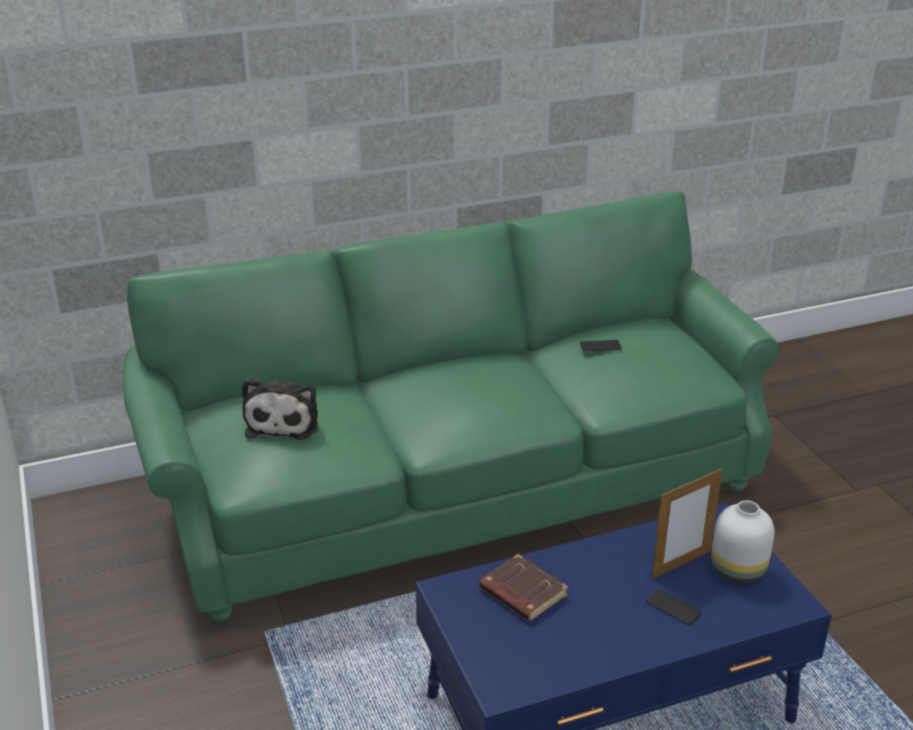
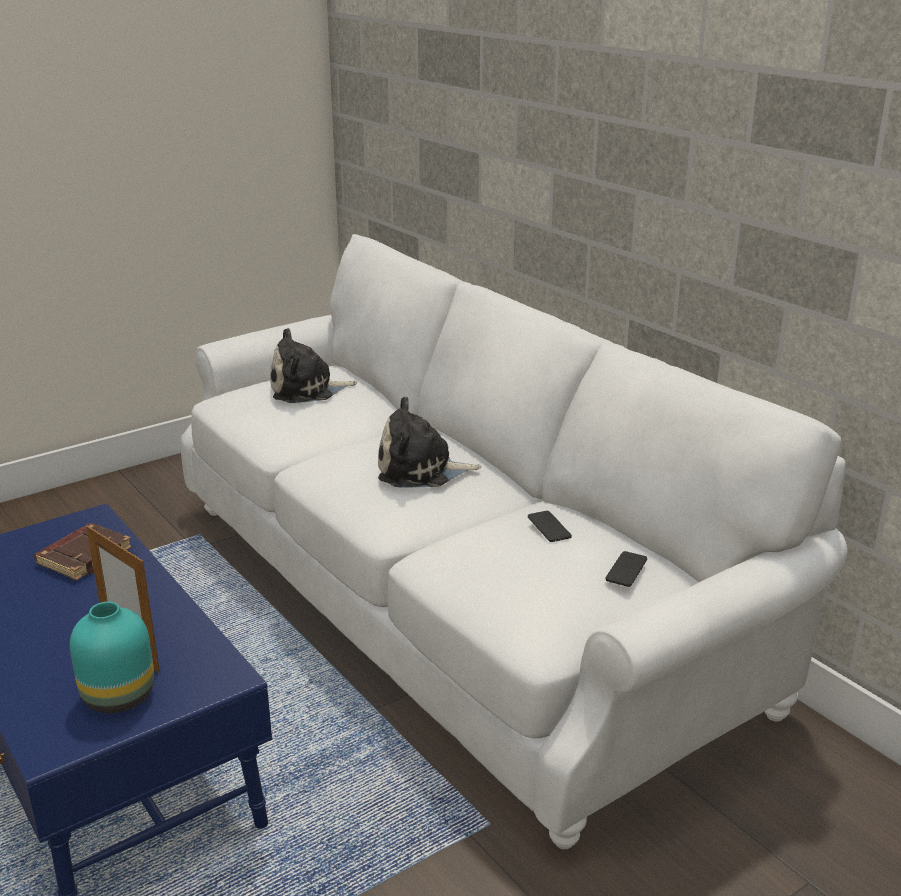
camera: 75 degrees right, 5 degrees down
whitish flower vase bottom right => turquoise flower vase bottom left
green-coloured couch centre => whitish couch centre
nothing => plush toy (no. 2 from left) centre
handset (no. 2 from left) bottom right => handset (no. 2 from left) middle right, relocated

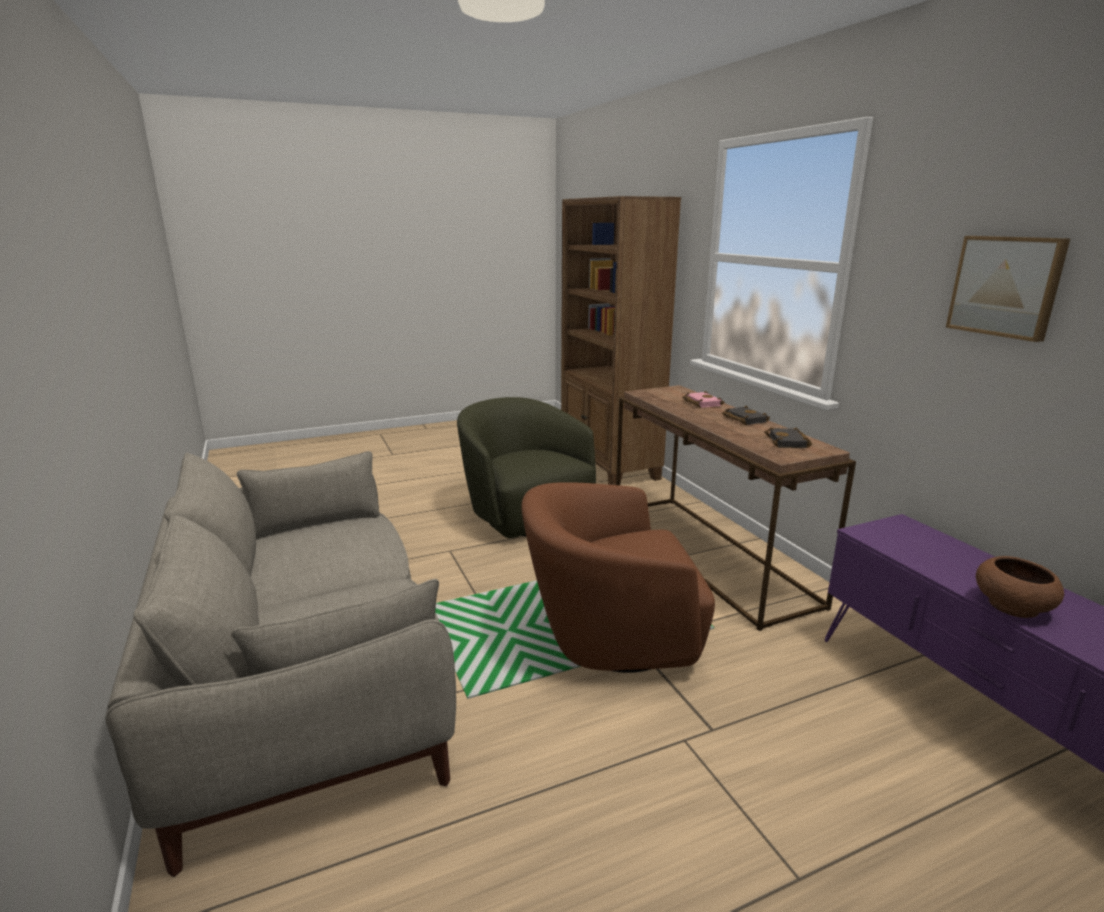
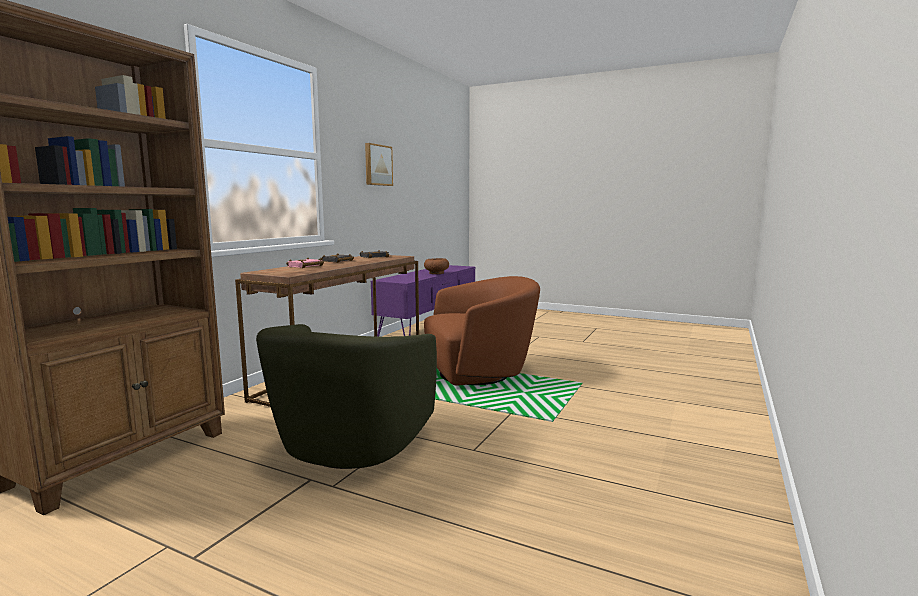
camera: 130 degrees left, 10 degrees down
brownish lounge chair centre, 60 degrees counterclockwise
beige-coloured couch bottom left => nothing

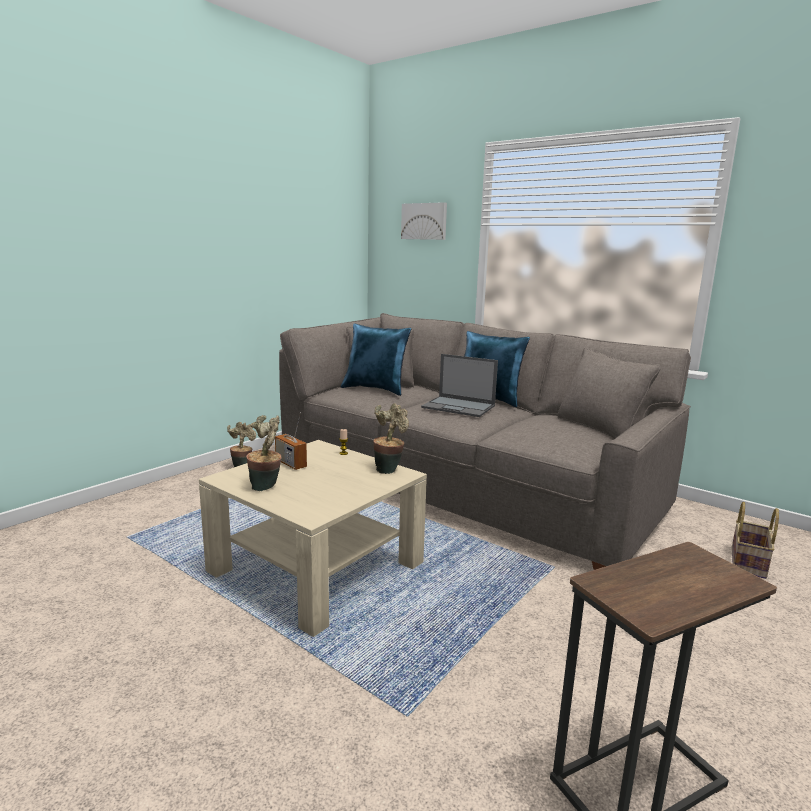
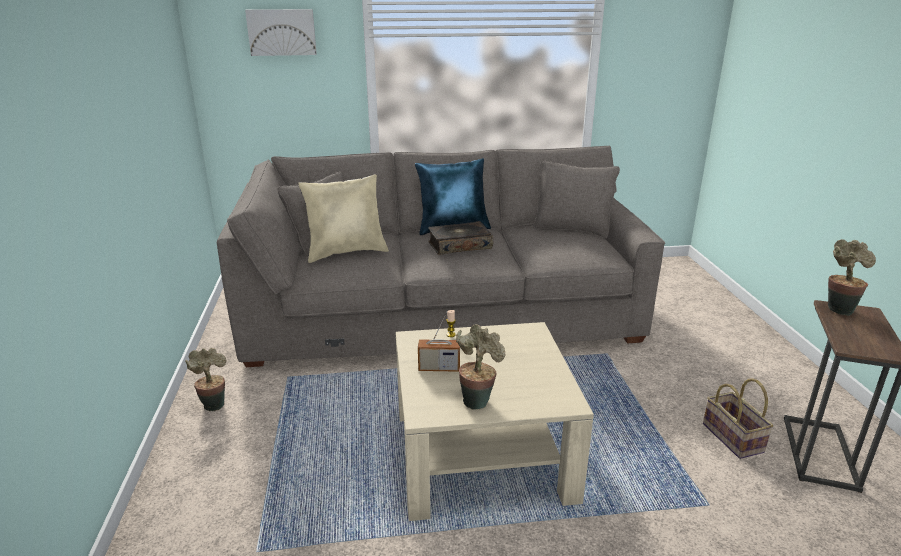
camera: 45 degrees left, 10 degrees up
bluish cushion (no. 1 from left) centre => beige-coloured cushion centre
portable computer centre => book centre
storage basket middle right => storage basket bottom right, relocated
houseplant (no. 3 from left) centre => houseplant (no. 3 from left) middle right, relocated

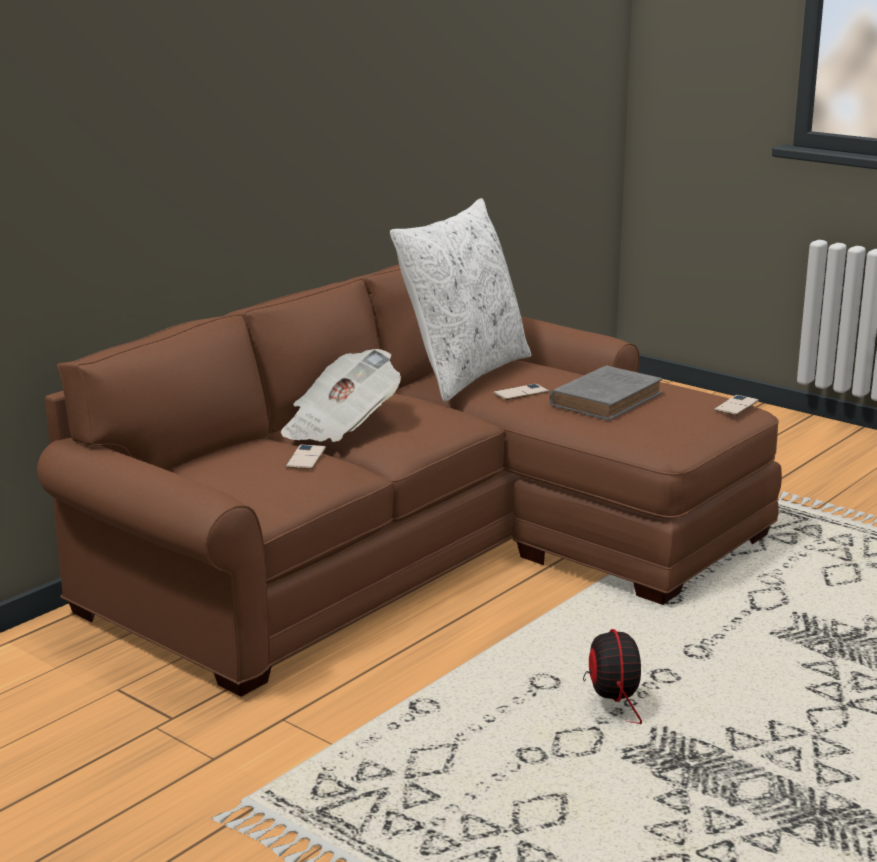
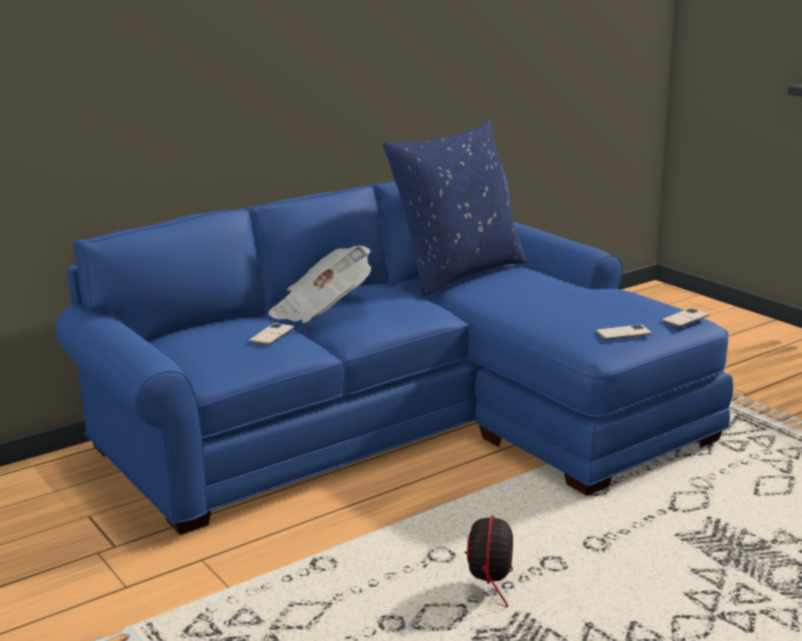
camera: 15 degrees right, 0 degrees up
brownish couch centre => bluish couch centre
whitish cushion centre => bluish cushion top centre
handset (no. 2 from left) centre => handset (no. 2 from left) middle right, relocated
gray book middle right => nothing

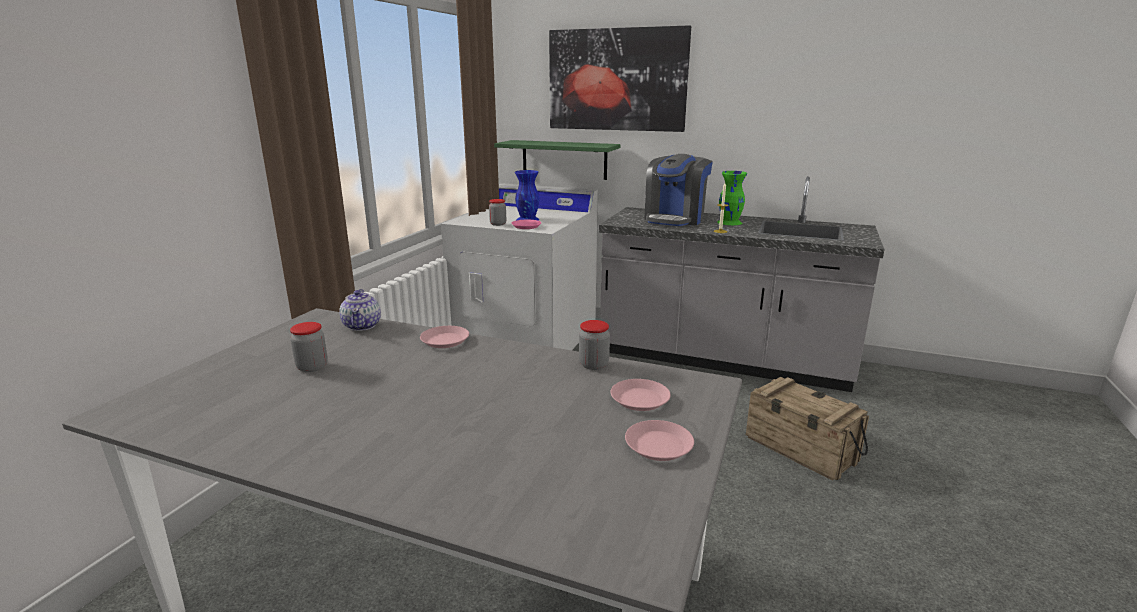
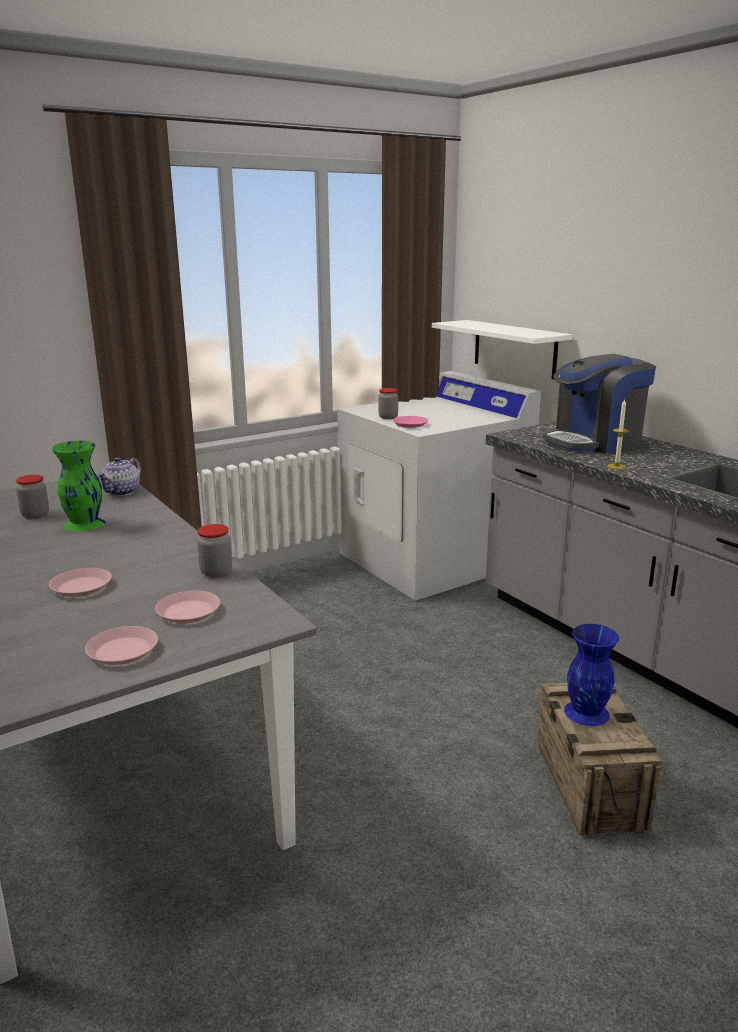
camera: 35 degrees right, 0 degrees up
pink dinner plate (no. 1 from left) centre => pink dinner plate (no. 1 from left) middle left, relocated
green-coloured flower vase top centre => green-coloured flower vase middle left, relocated
green-coloured wall shelf top centre => whitish wall shelf middle right
bluish flower vase top centre => bluish flower vase middle right, relocated
picture top centre => nothing

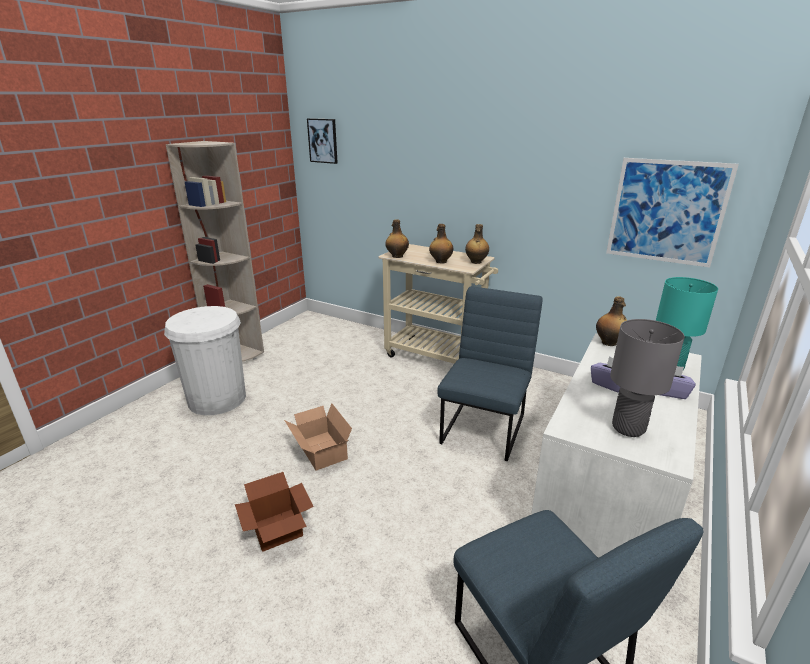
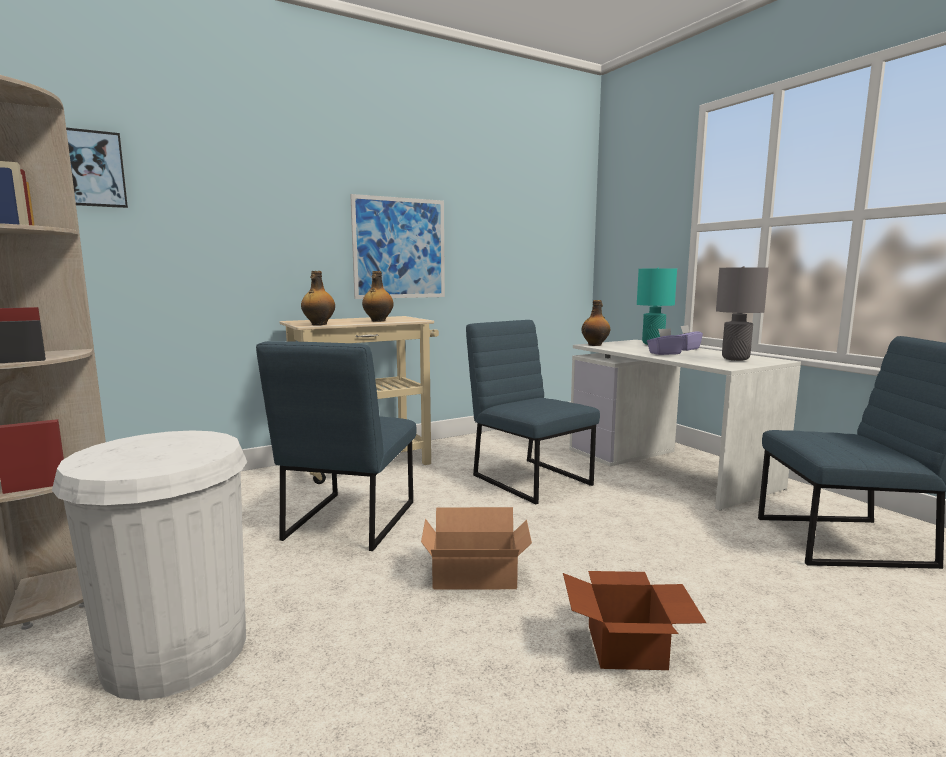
camera: 60 degrees left, 15 degrees down
nothing => bluish plain chair (no. 1 from left) centre
picture (no. 2 from left) top right => picture (no. 2 from left) top centre, relocated
beverage bottle (no. 3 from left) centre => nothing

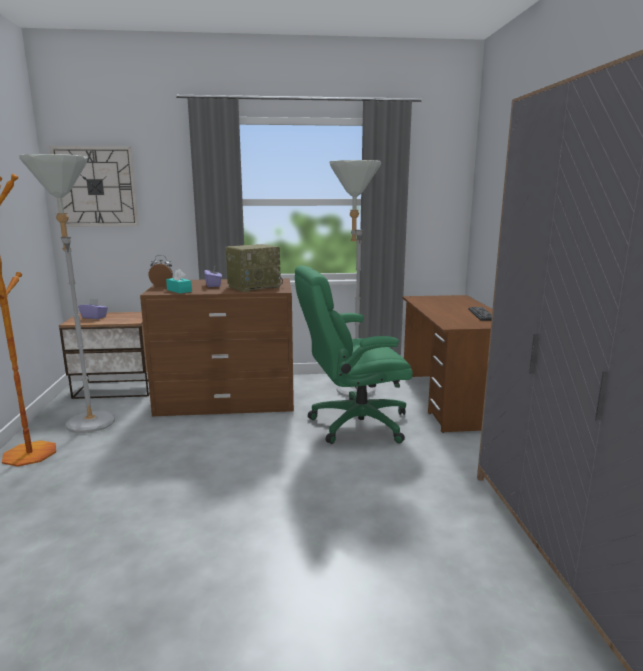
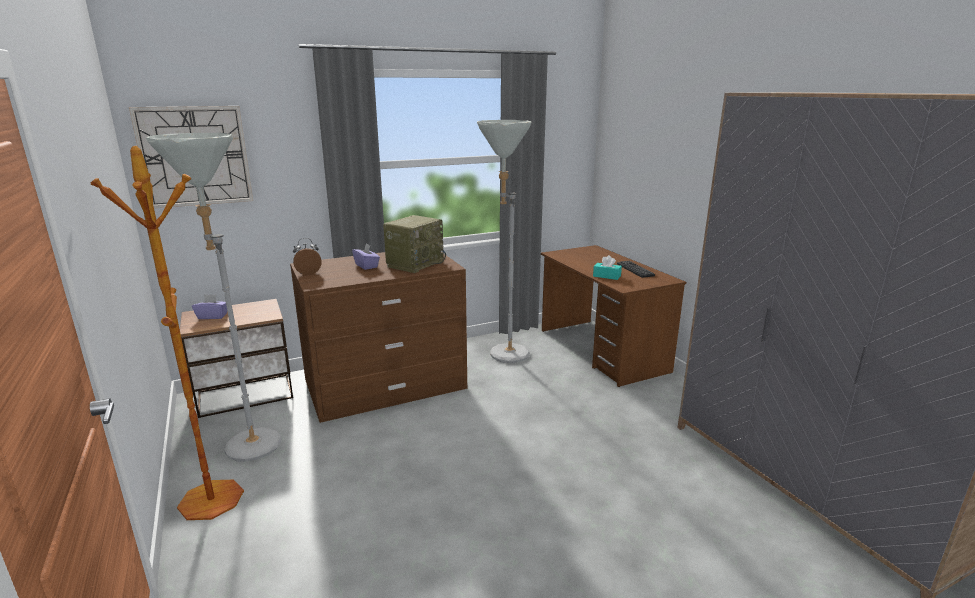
camera: 20 degrees left, 5 degrees up
turquoise tissue box middle left => turquoise tissue box centre, relocated
green-coloured office chair centre => nothing

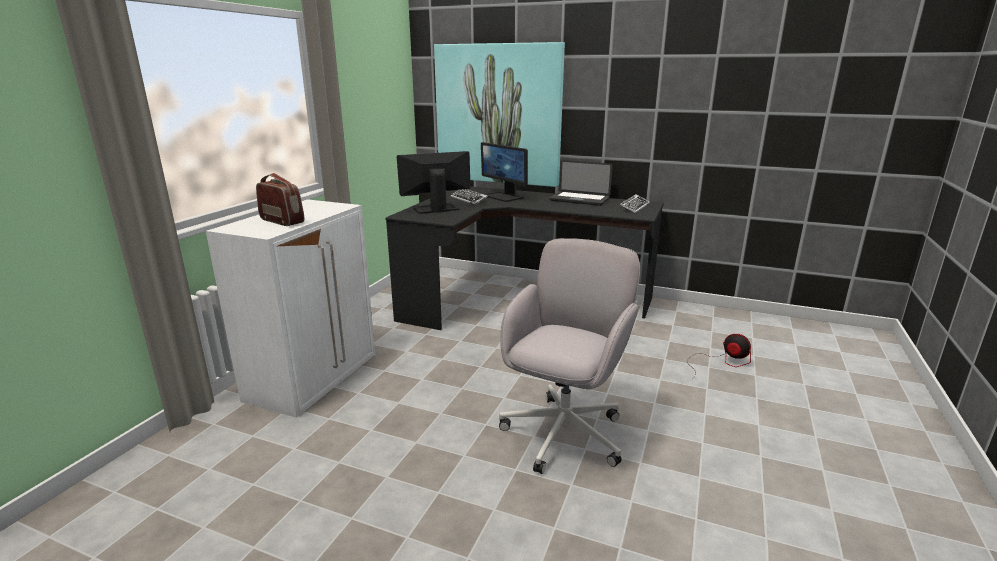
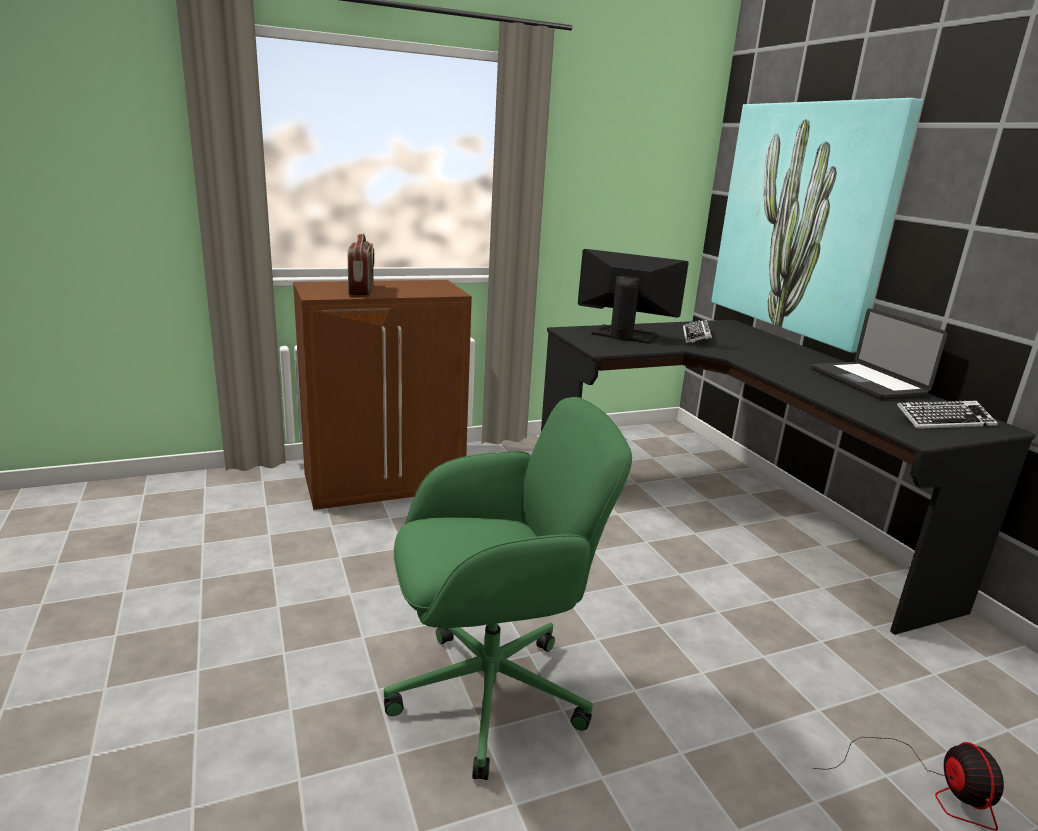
camera: 45 degrees right, 0 degrees up
whitish cabinet middle left => brownish cabinet centre
gray office chair centre => green-coloured office chair bottom centre
computer display (no. 2 from left) top centre => nothing

